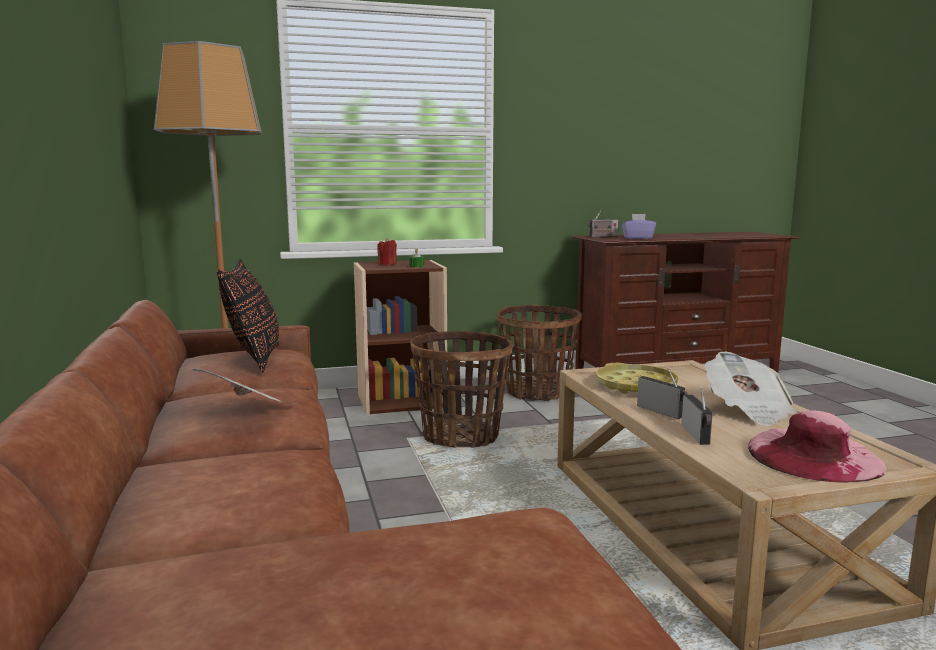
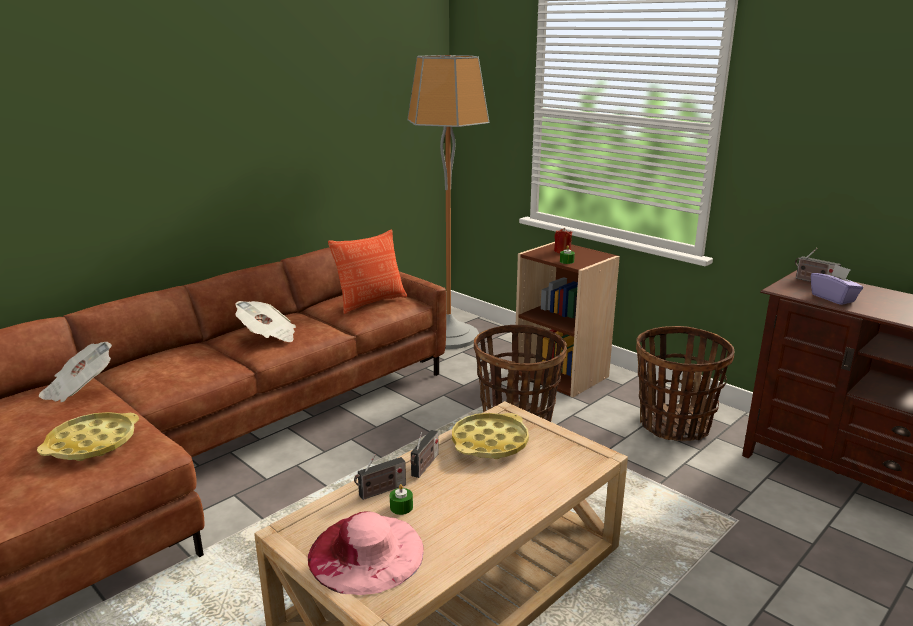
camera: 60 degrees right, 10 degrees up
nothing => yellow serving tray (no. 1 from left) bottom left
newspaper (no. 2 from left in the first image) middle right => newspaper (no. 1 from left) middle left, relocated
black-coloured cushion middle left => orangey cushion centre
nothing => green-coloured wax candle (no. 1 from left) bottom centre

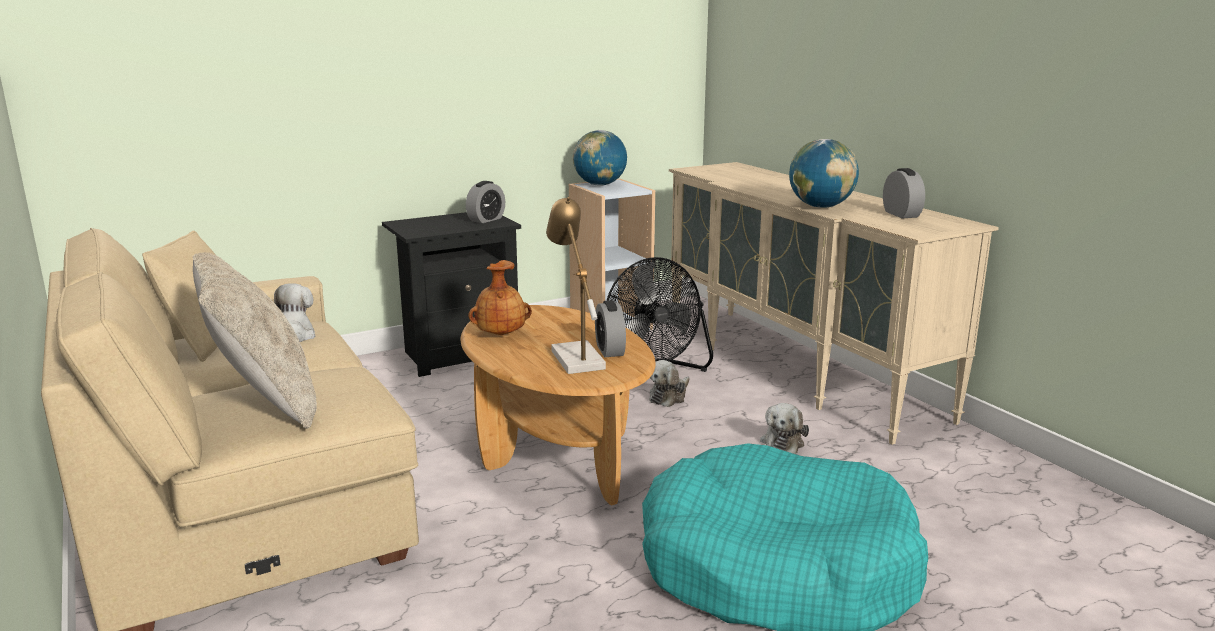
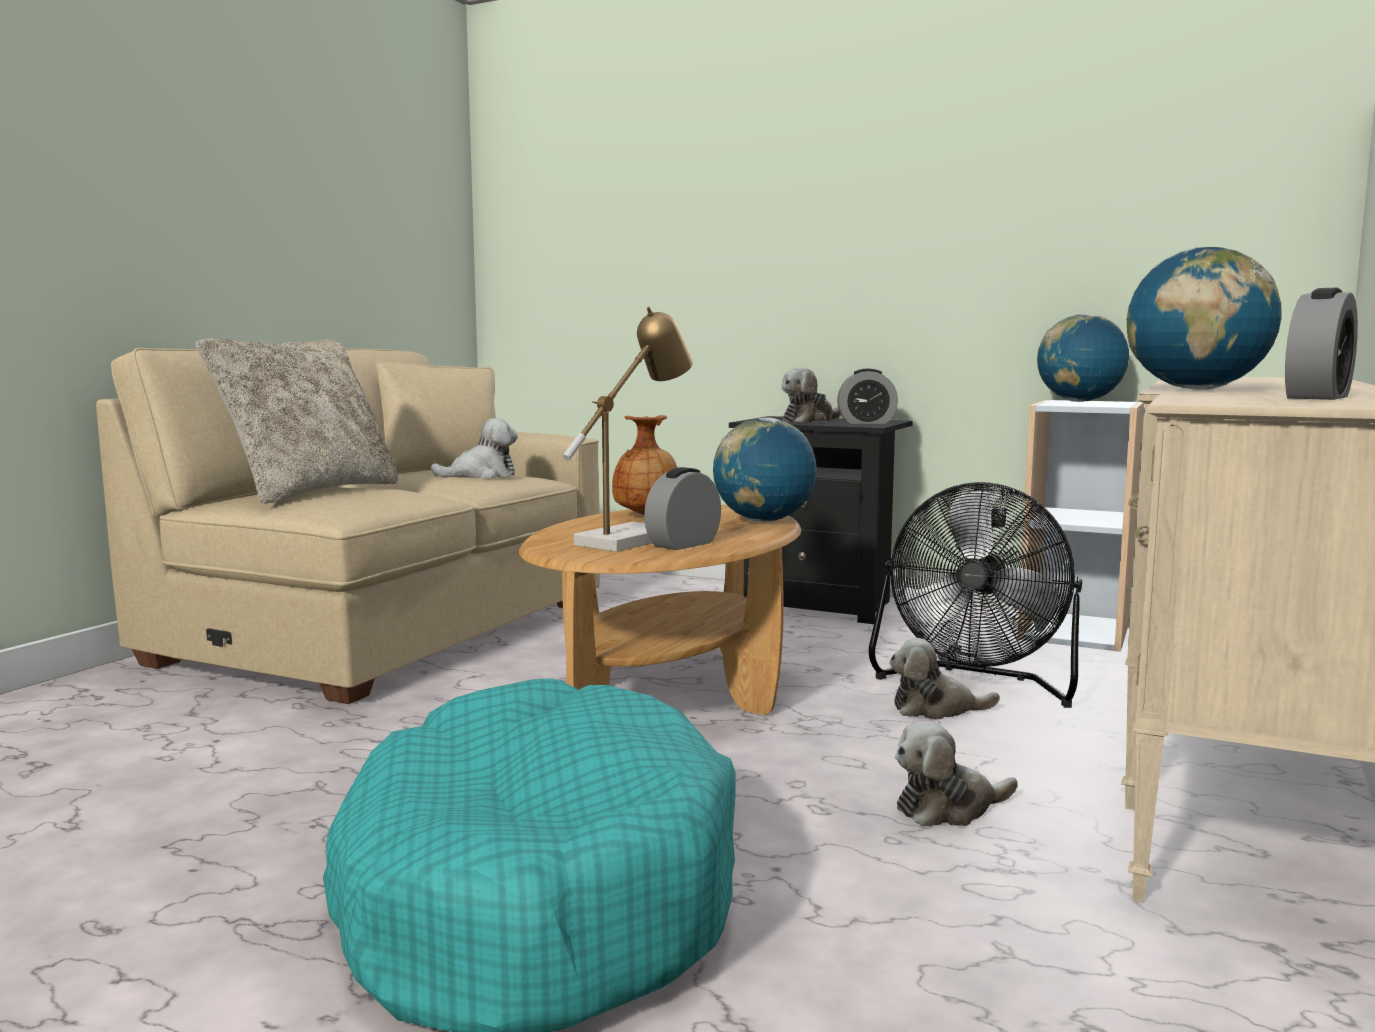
camera: 55 degrees right, 10 degrees down
nothing => world globe (no. 1 from left) centre
nothing => plush toy (no. 2 from left) centre

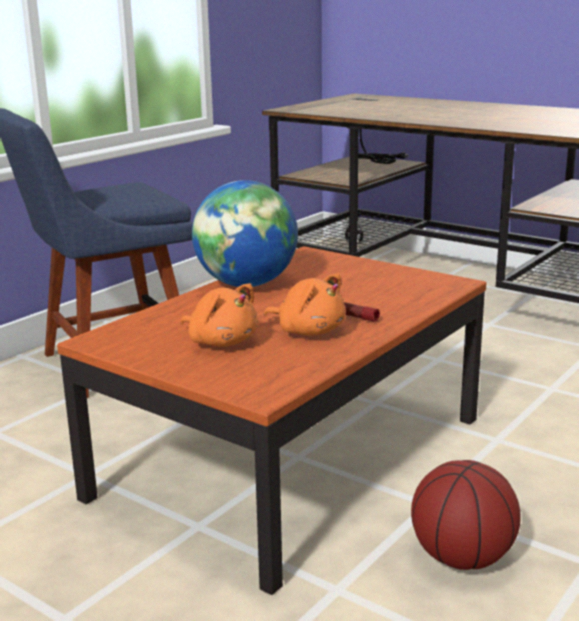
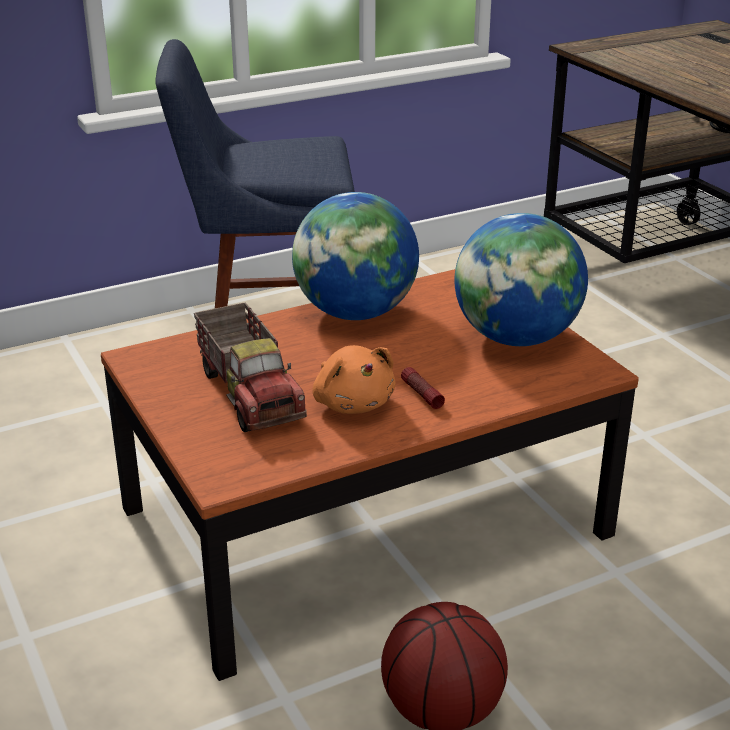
camera: 25 degrees right, 10 degrees up
orangey plush toy (no. 1 from left) centre => toy lorry centre
nothing => world globe (no. 2 from left) middle right

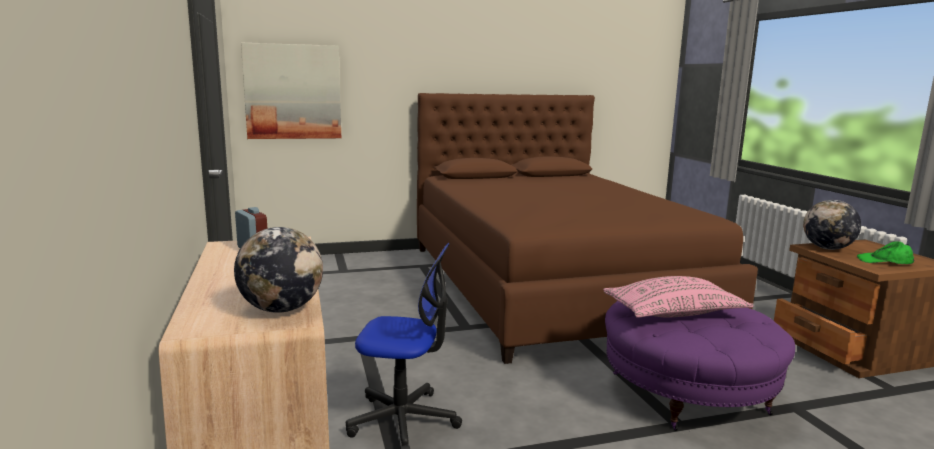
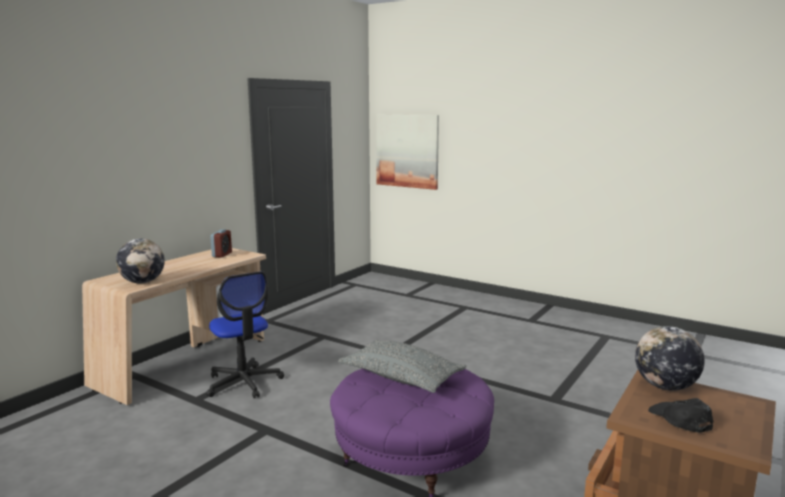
camera: 50 degrees right, 0 degrees up
pink cushion middle right => gray cushion bottom centre
green-coloured baseball cap middle right => black-coloured baseball cap bottom right
brownish sleeping bed centre => nothing

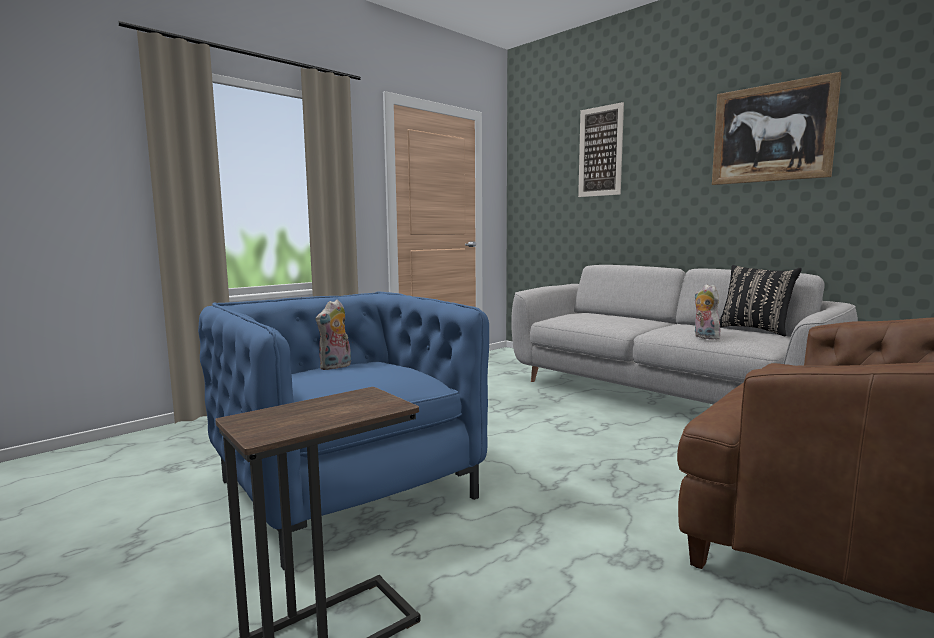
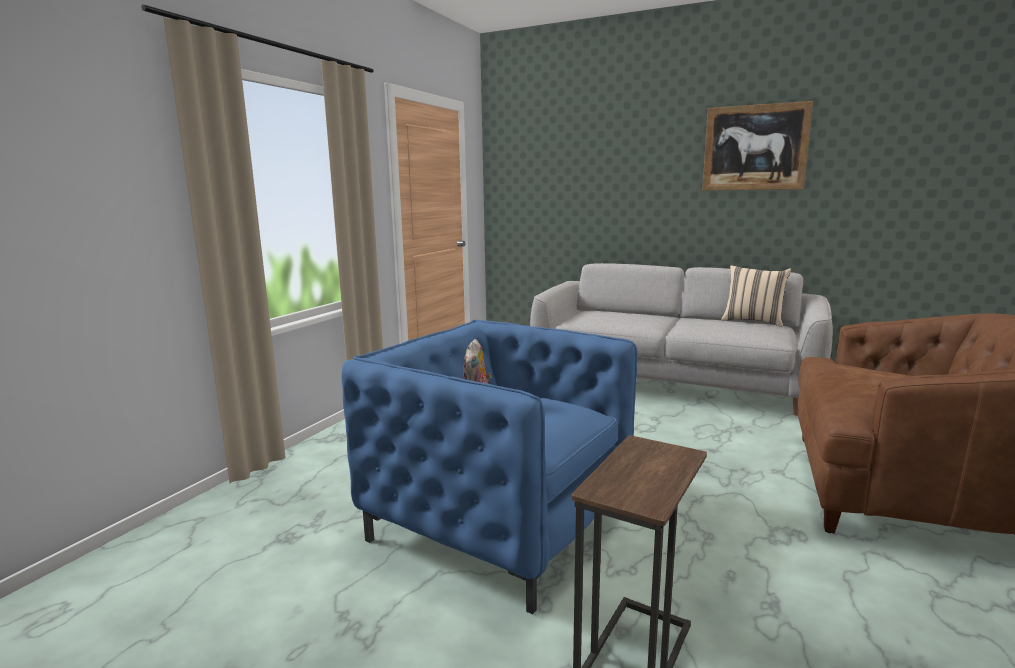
camera: 20 degrees left, 5 degrees up
black-coloured cushion middle right => beige-coloured cushion middle right
picture (no. 1 from left) top centre => nothing
plush toy (no. 2 from left) middle right => nothing

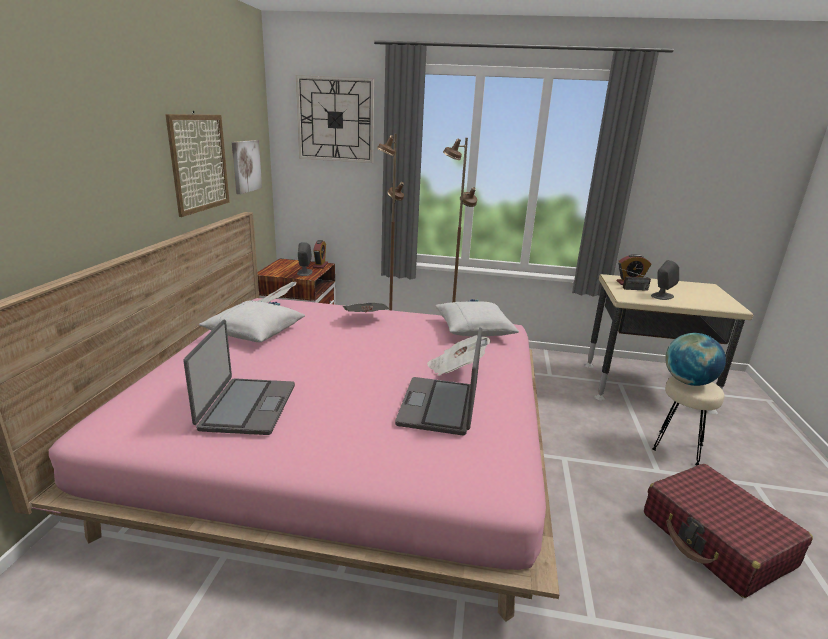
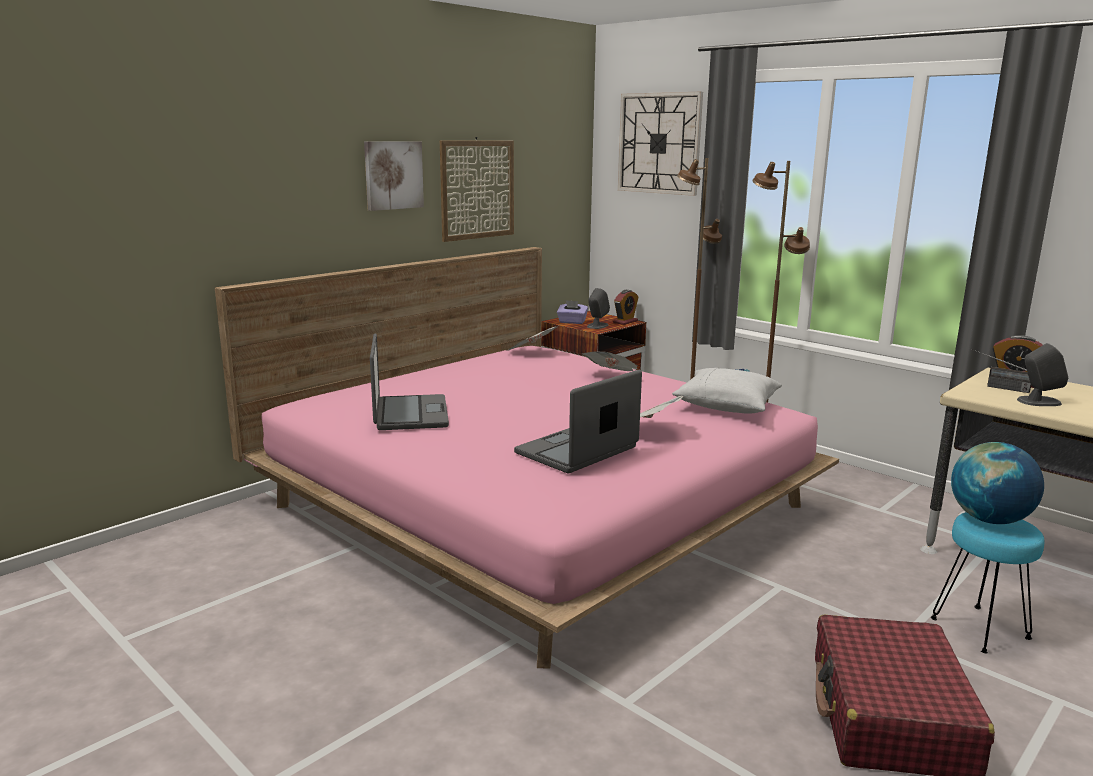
camera: 35 degrees right, 5 degrees down
picture (no. 2 from left in the first image) top left => picture (no. 1 from left) top centre, relocated
portable computer (no. 1 from left) middle left => portable computer (no. 1 from left) centre, 45 degrees counterclockwise
nothing => purplish tissue box centre
beige-coloured sitting stool middle right => turquoise sitting stool bottom right
gray cushion (no. 1 from left) middle left => nothing

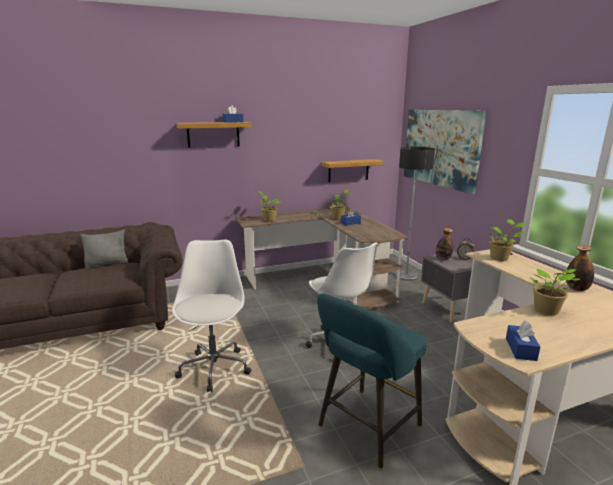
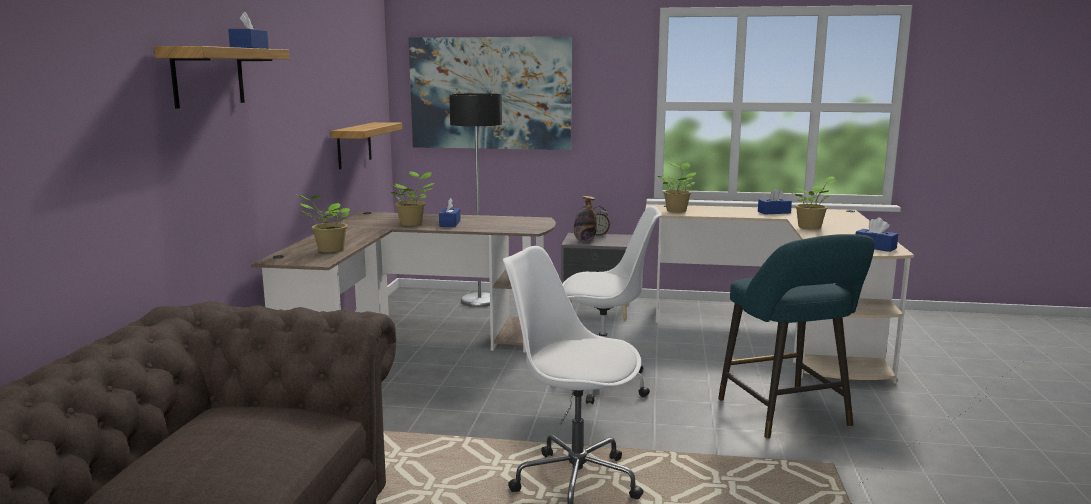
camera: 60 degrees left, 5 degrees down
beverage bottle (no. 2 from left) middle right => bluish tissue box (no. 3 from left) middle right
gray cushion middle left => nothing

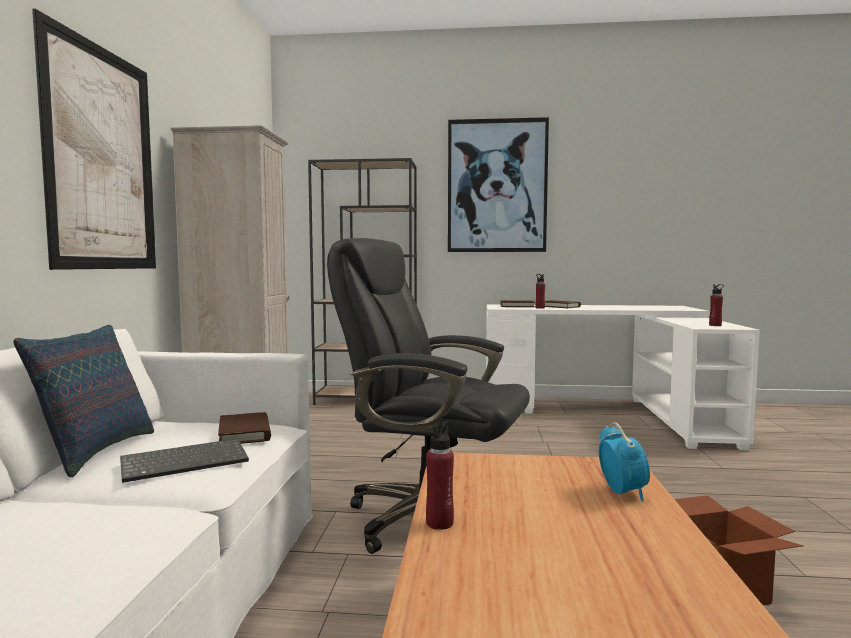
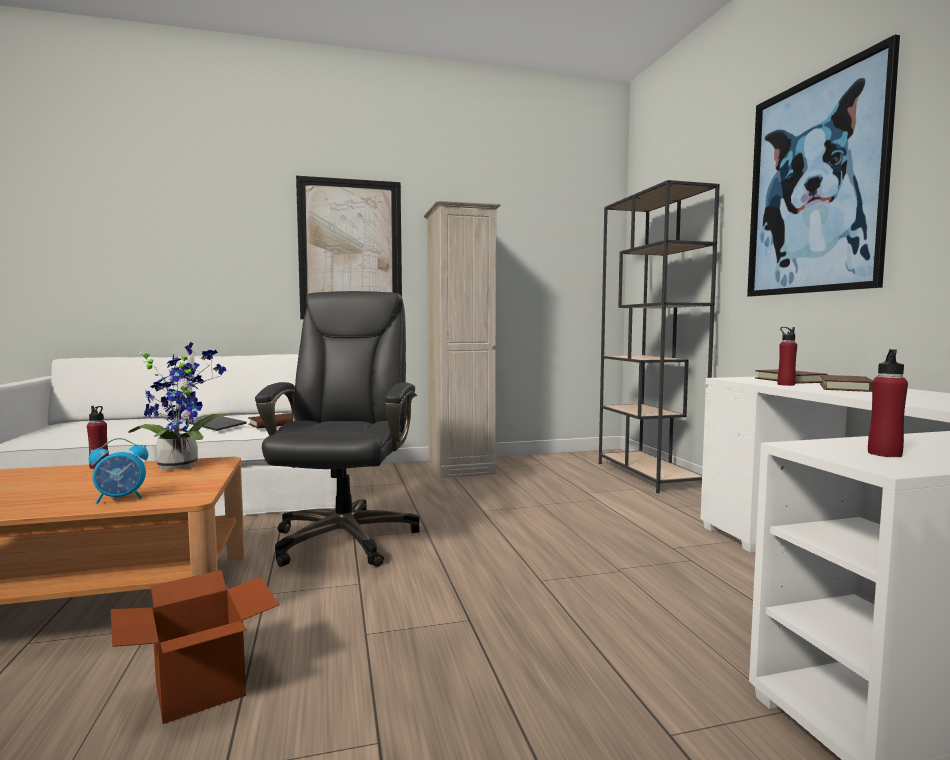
camera: 70 degrees right, 0 degrees up
nothing => houseplant middle left
bluish cushion middle left => nothing

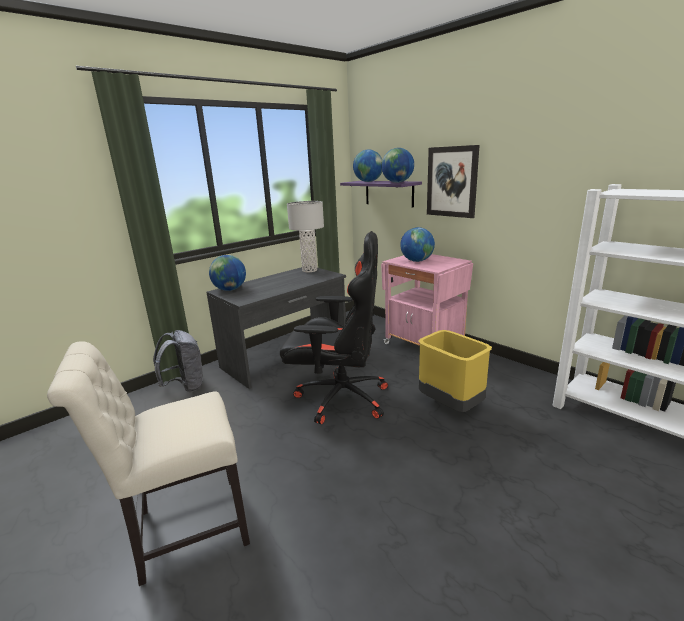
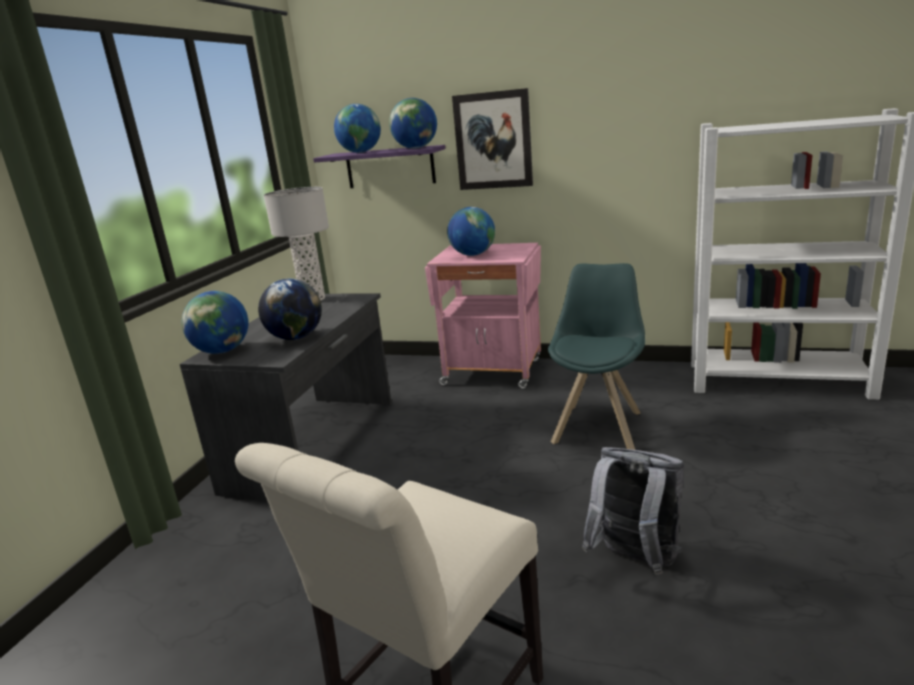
camera: 30 degrees left, 0 degrees up
nothing => world globe (no. 2 from left) middle left
yellow trash can centre => turquoise plain chair centre
gray rucksack middle left => gray rucksack bottom right, relocated
black-coloured office chair centre => nothing

